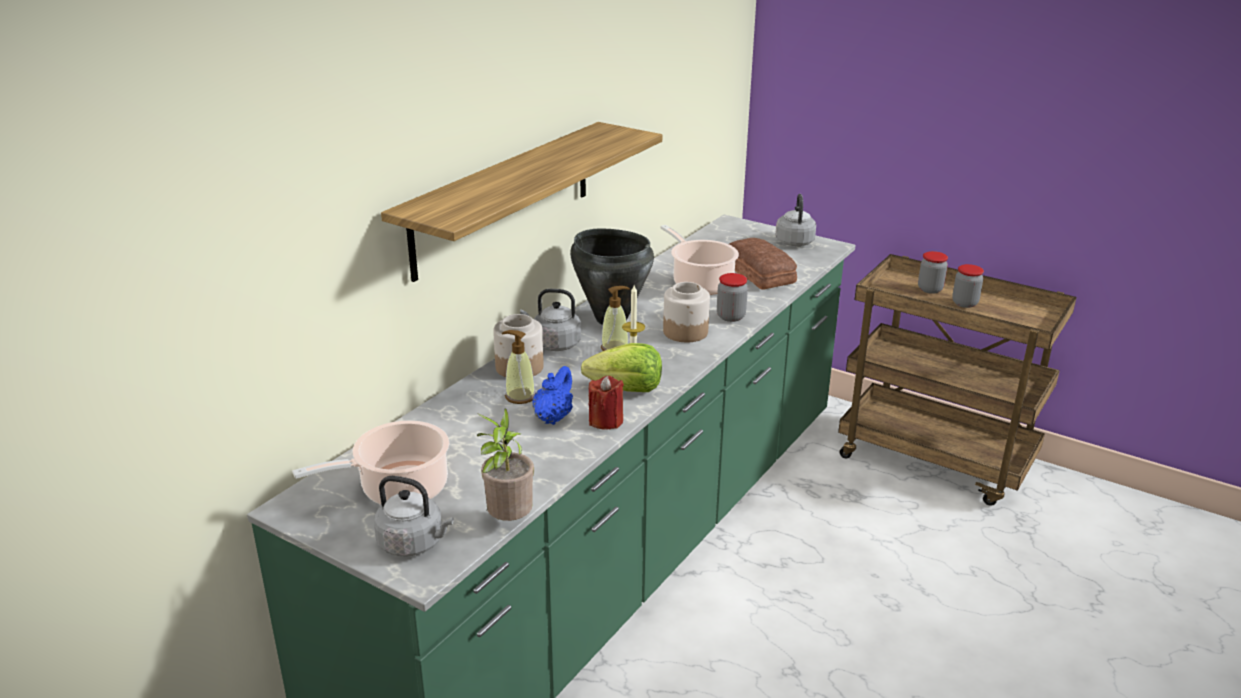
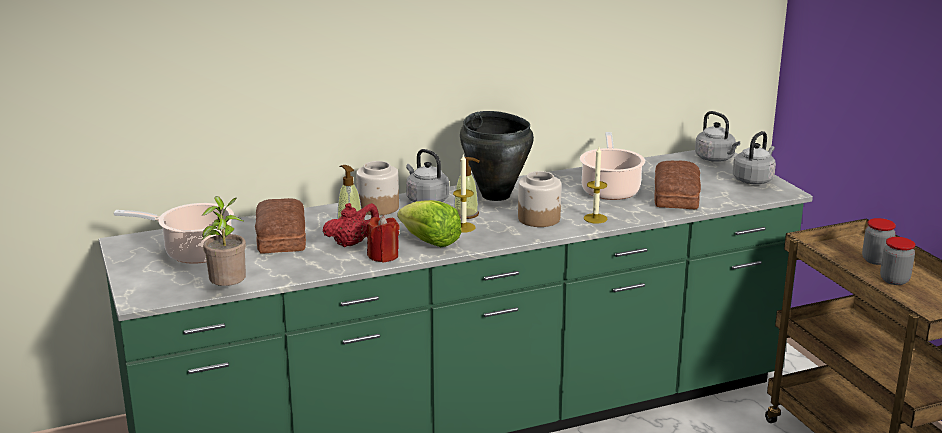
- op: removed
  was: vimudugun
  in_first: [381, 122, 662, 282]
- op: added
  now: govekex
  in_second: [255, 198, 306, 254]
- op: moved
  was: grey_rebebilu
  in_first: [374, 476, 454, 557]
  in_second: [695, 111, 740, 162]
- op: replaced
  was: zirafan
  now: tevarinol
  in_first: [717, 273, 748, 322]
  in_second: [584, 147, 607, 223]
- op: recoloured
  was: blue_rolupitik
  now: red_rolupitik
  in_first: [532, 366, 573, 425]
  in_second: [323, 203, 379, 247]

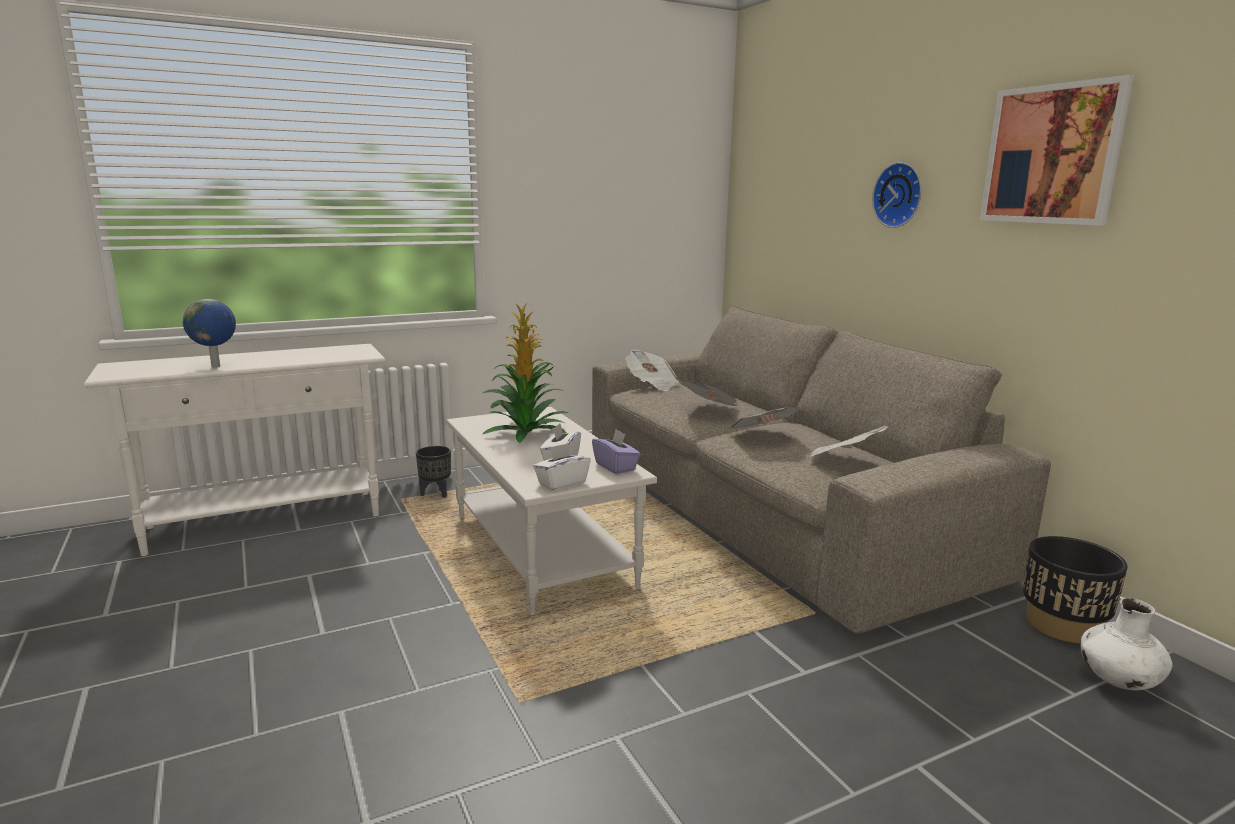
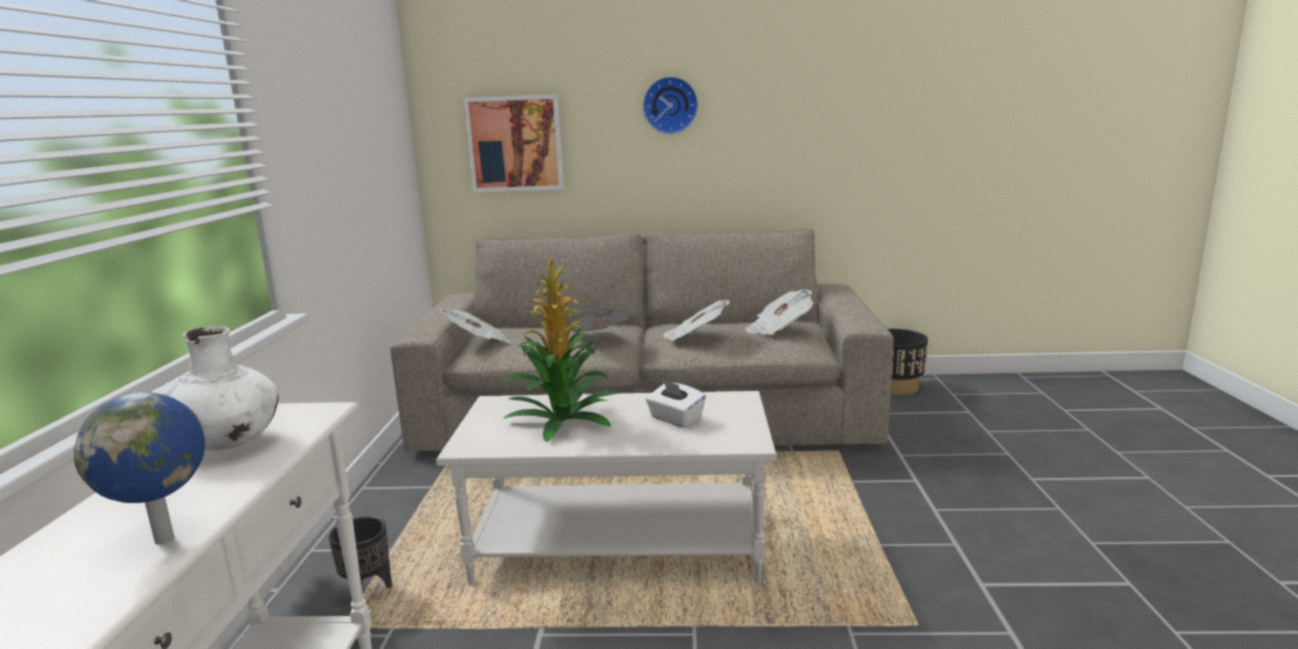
- op: removed
  was: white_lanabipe
  in_first: [533, 443, 591, 491]
- op: removed
  was: purple_lanabipe
  in_first: [592, 429, 640, 474]
- op: moved
  was: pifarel
  in_first: [980, 75, 1134, 225]
  in_second: [464, 94, 564, 192]
- op: moved
  was: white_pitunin
  in_first: [1080, 598, 1172, 690]
  in_second: [165, 326, 279, 450]

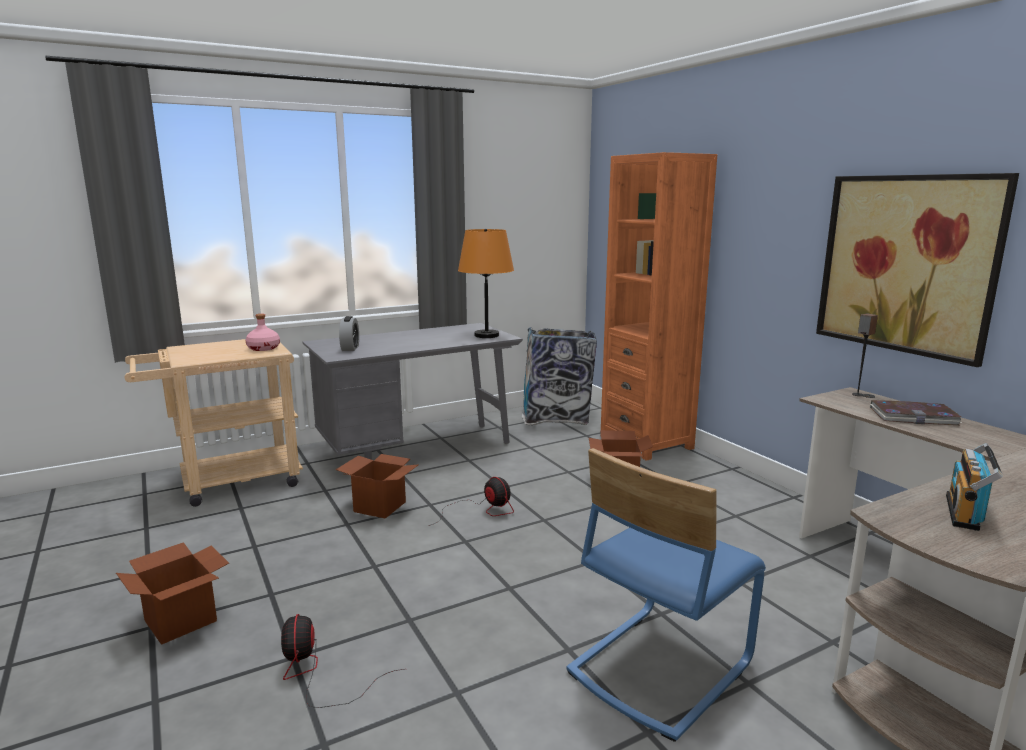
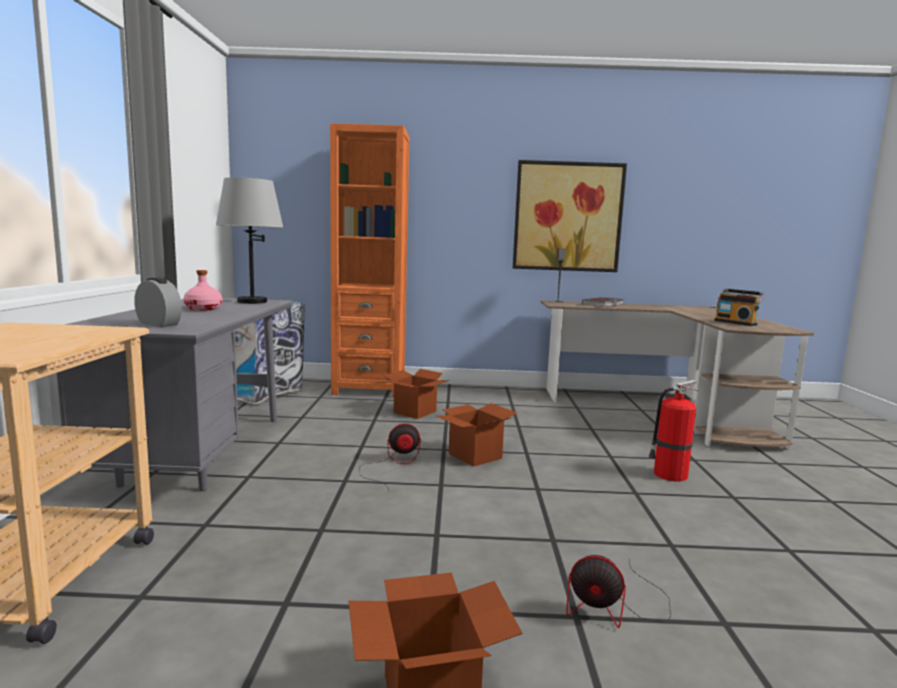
- op: moved
  was: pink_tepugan
  in_first: [245, 314, 280, 351]
  in_second: [183, 270, 222, 311]
- op: moved
  was: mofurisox
  in_first: [336, 454, 419, 519]
  in_second: [437, 403, 517, 467]
- op: replaced
  was: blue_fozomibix
  now: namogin
  in_first: [566, 448, 766, 742]
  in_second: [648, 380, 699, 481]
- op: recoloured
  was: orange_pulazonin
  now: grey_pulazonin
  in_first: [458, 229, 514, 338]
  in_second: [216, 177, 284, 304]

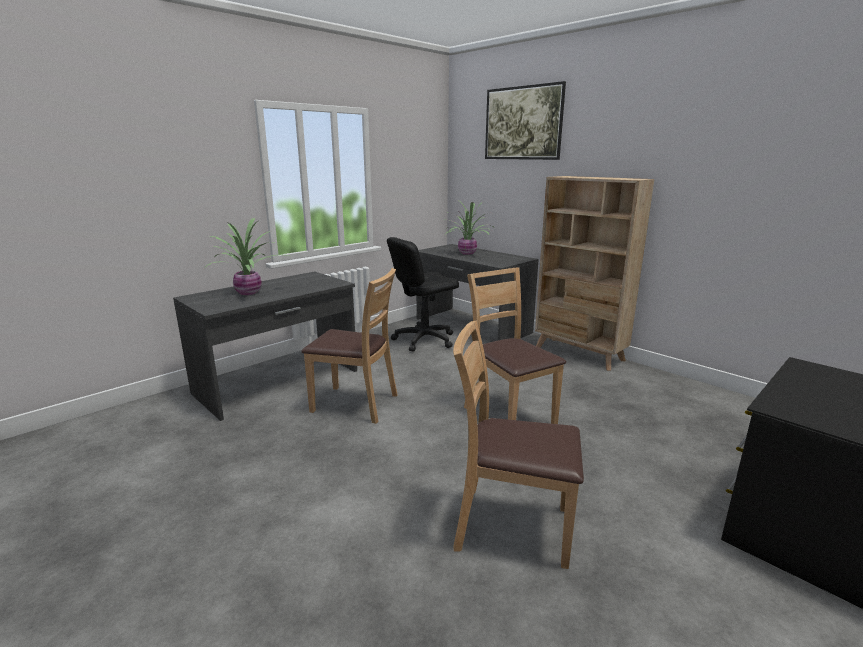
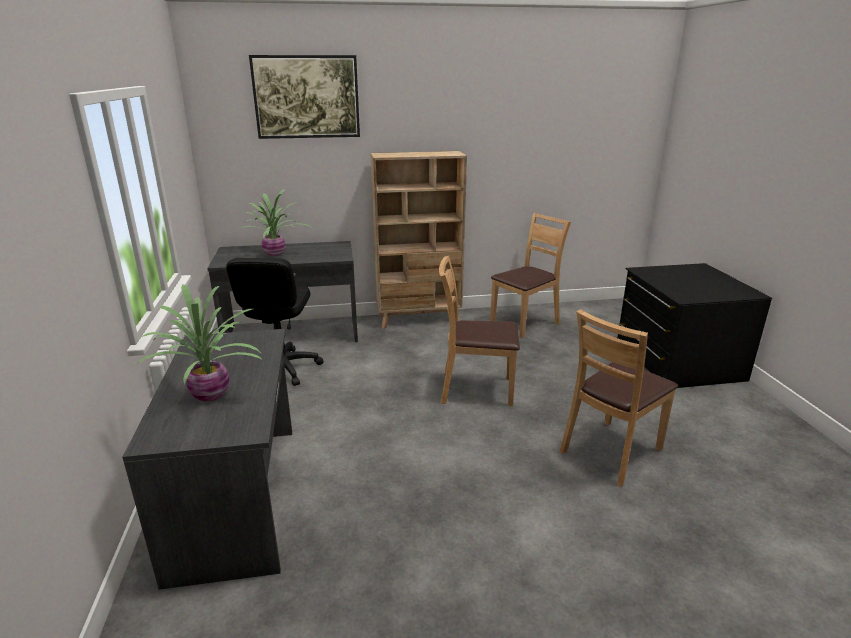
- op: moved
  was: brown_fozomibix
  in_first: [301, 268, 398, 424]
  in_second: [490, 213, 571, 338]

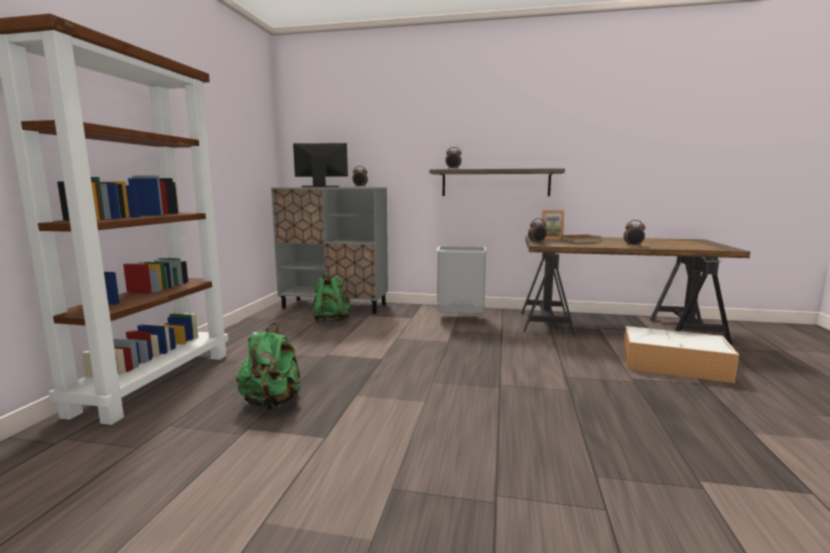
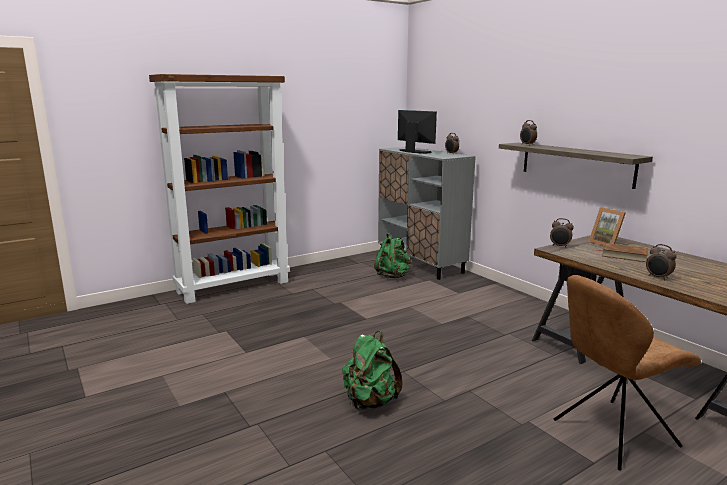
- op: removed
  was: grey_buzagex
  in_first: [436, 246, 488, 314]
- op: moved
  was: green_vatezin
  in_first: [236, 323, 301, 410]
  in_second: [342, 331, 402, 410]
- op: replaced
  was: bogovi
  now: brown_fozomibix
  in_first: [623, 326, 739, 383]
  in_second: [554, 275, 701, 470]

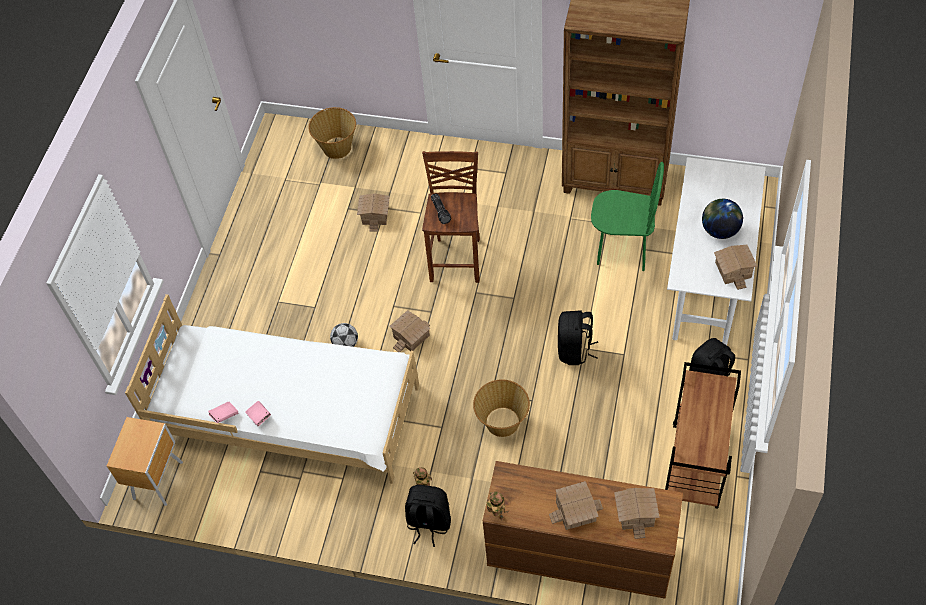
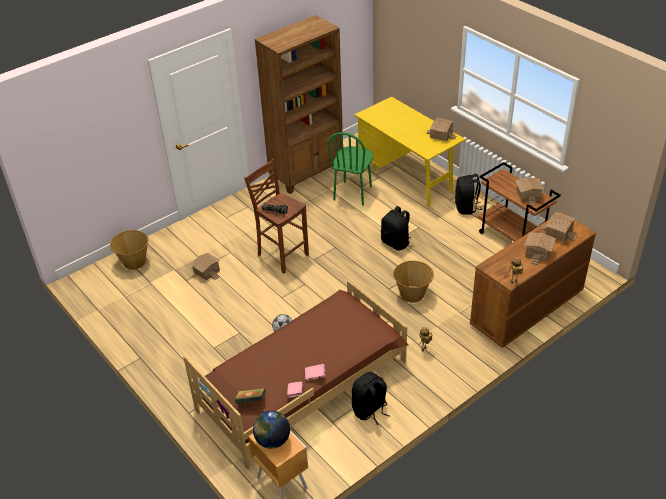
- op: added
  now: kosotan
  in_second: [235, 388, 266, 404]
- op: moved
  was: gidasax
  in_first: [389, 310, 430, 352]
  in_second: [515, 177, 545, 206]
- op: moved
  was: black_vatezin
  in_first: [405, 485, 451, 547]
  in_second: [352, 372, 390, 425]
- op: moved
  was: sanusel
  in_first: [702, 199, 743, 239]
  in_second: [253, 411, 290, 449]
- op: recoloured
  was: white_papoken
  now: brown_papoken
  in_first: [125, 294, 419, 484]
  in_second: [183, 280, 409, 470]
- op: recoloured
  was: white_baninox
  now: yellow_baninox
  in_first: [667, 157, 766, 345]
  in_second: [354, 97, 466, 206]
- op: turned
  was: green_fozomibix
  in_first: [591, 162, 664, 271]
  in_second: [328, 132, 373, 206]
  clockwise: 150

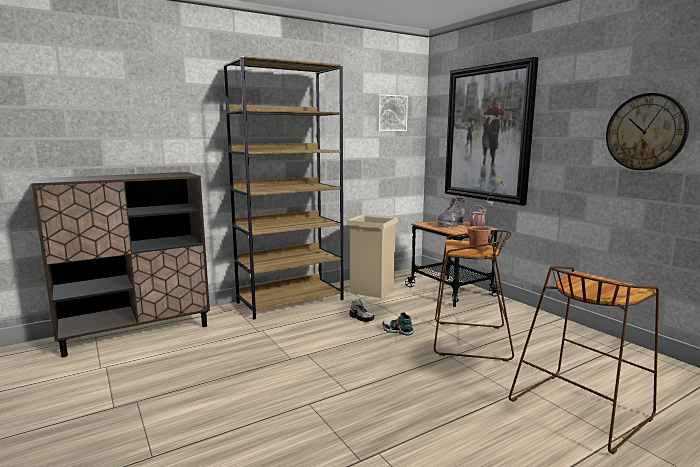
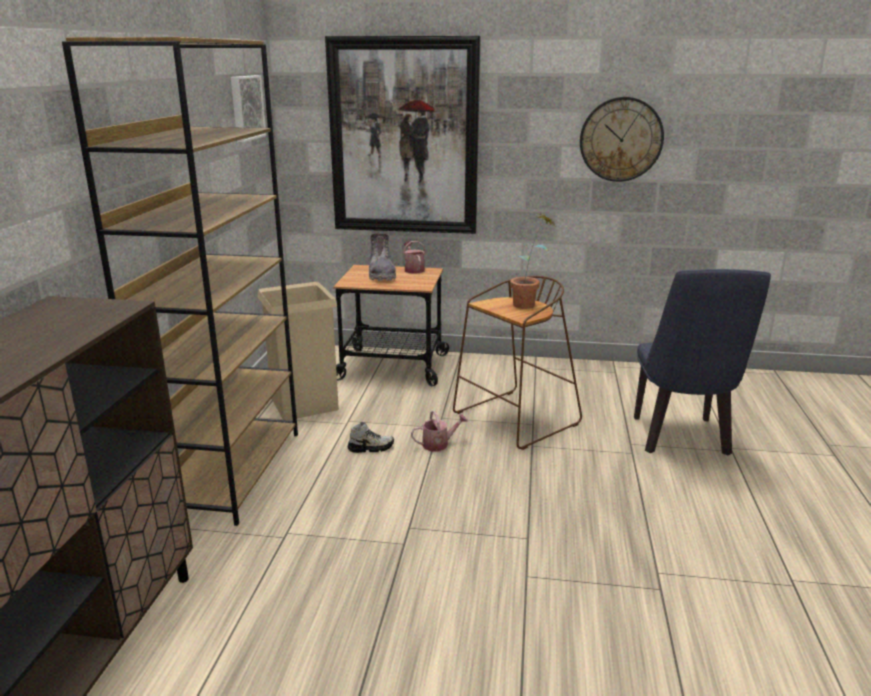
- op: replaced
  was: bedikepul
  now: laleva
  in_first: [382, 312, 413, 336]
  in_second: [411, 410, 468, 451]
- op: replaced
  was: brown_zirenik
  now: blue_fozomibix
  in_first: [509, 266, 659, 454]
  in_second: [634, 269, 771, 456]

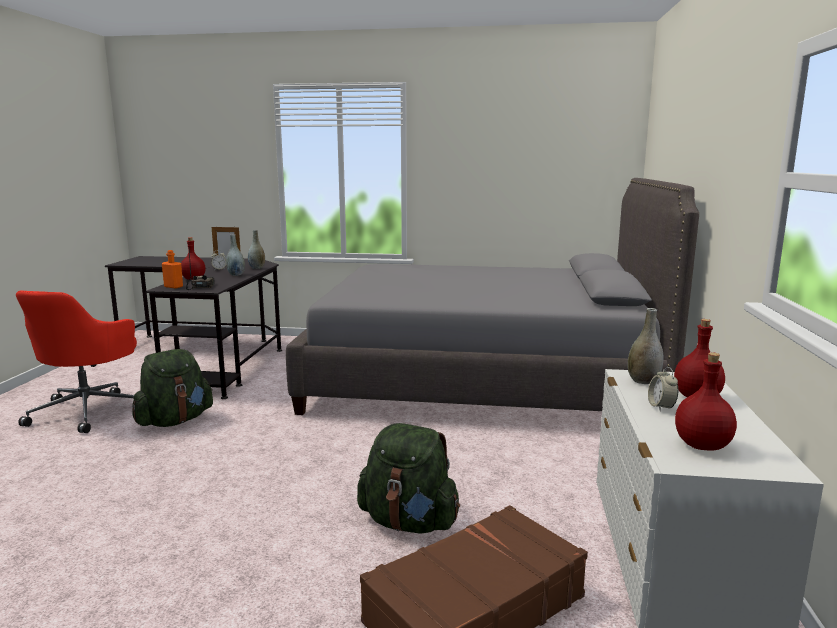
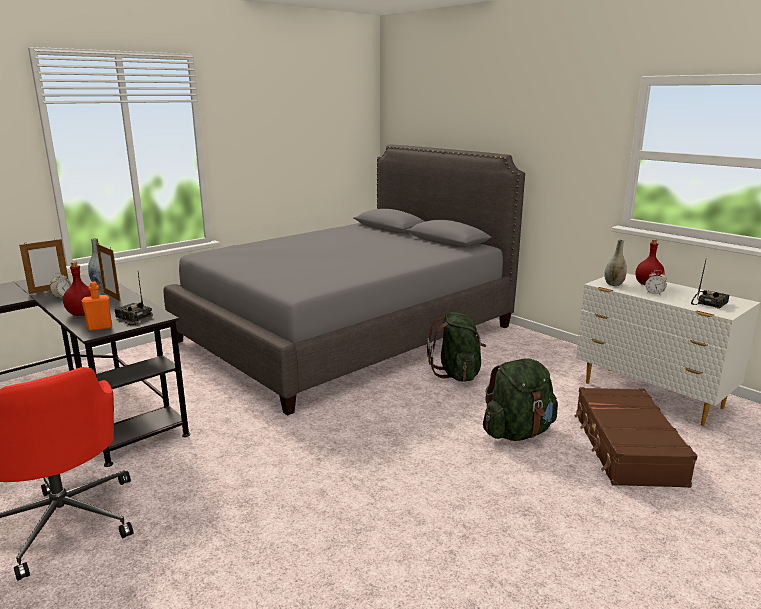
- op: moved
  was: green_vatezin
  in_first: [132, 349, 213, 427]
  in_second: [427, 312, 486, 382]
- op: replaced
  was: grey_pitunin
  now: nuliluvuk
  in_first: [226, 234, 245, 276]
  in_second: [96, 243, 121, 301]
- op: replaced
  was: red_tepugan
  now: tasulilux
  in_first: [675, 352, 737, 450]
  in_second: [691, 260, 730, 309]

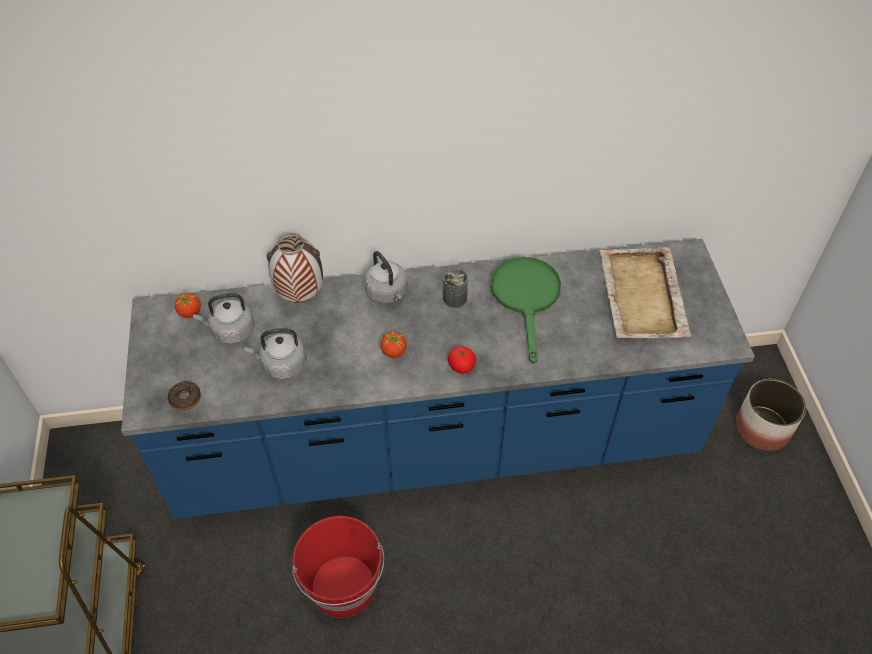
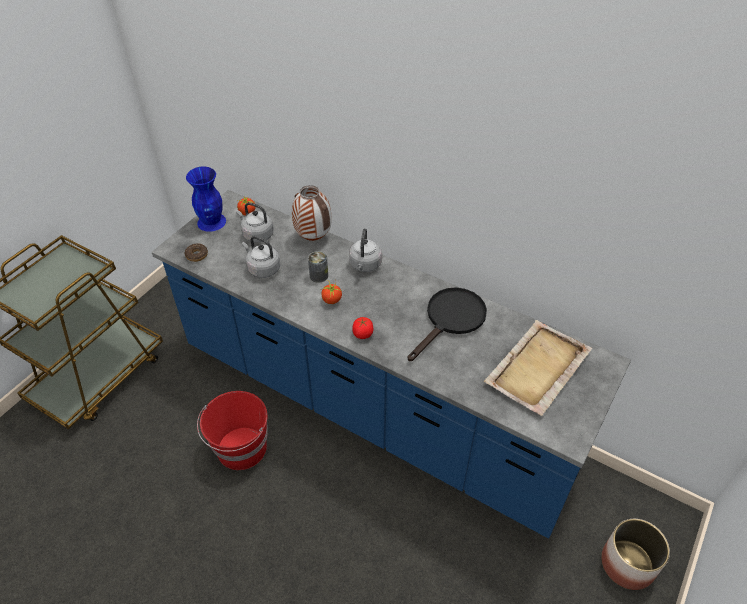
- op: added
  now: blue_pitunin
  in_second: [186, 167, 226, 232]
- op: moved
  was: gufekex
  in_first: [443, 269, 468, 308]
  in_second: [308, 251, 328, 283]
- op: recoloured
  was: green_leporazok
  now: black_leporazok
  in_first: [491, 257, 561, 364]
  in_second: [408, 287, 487, 361]

